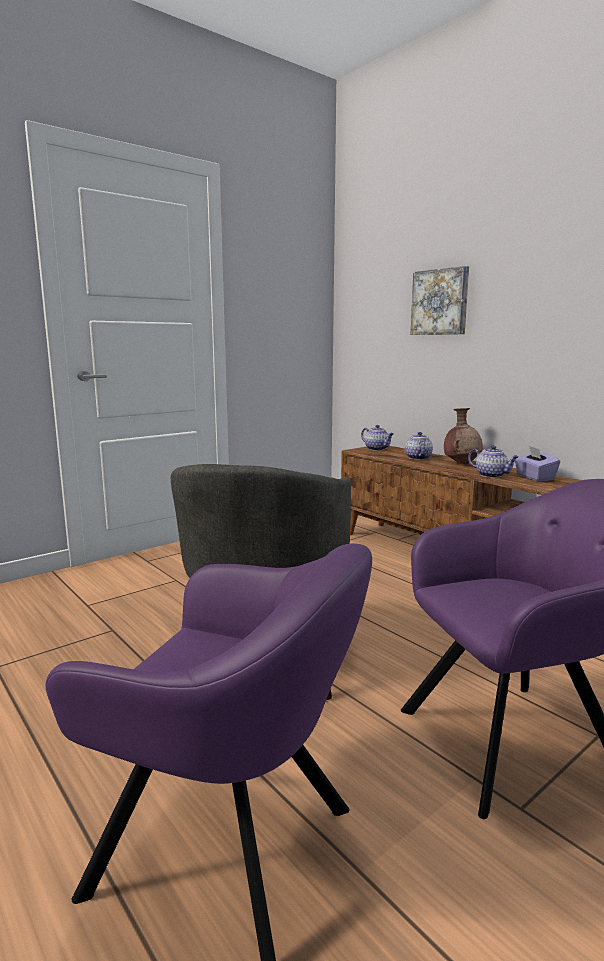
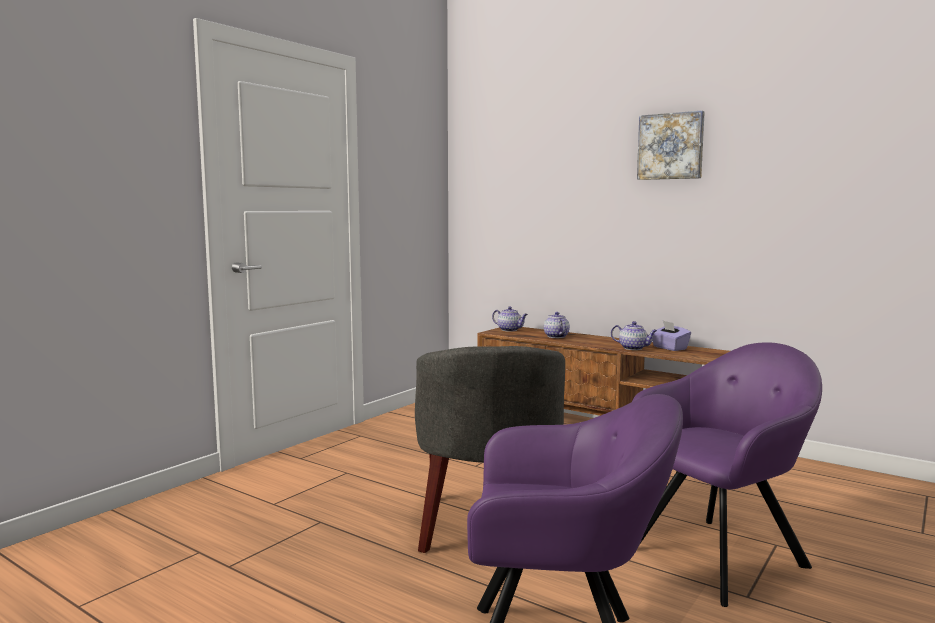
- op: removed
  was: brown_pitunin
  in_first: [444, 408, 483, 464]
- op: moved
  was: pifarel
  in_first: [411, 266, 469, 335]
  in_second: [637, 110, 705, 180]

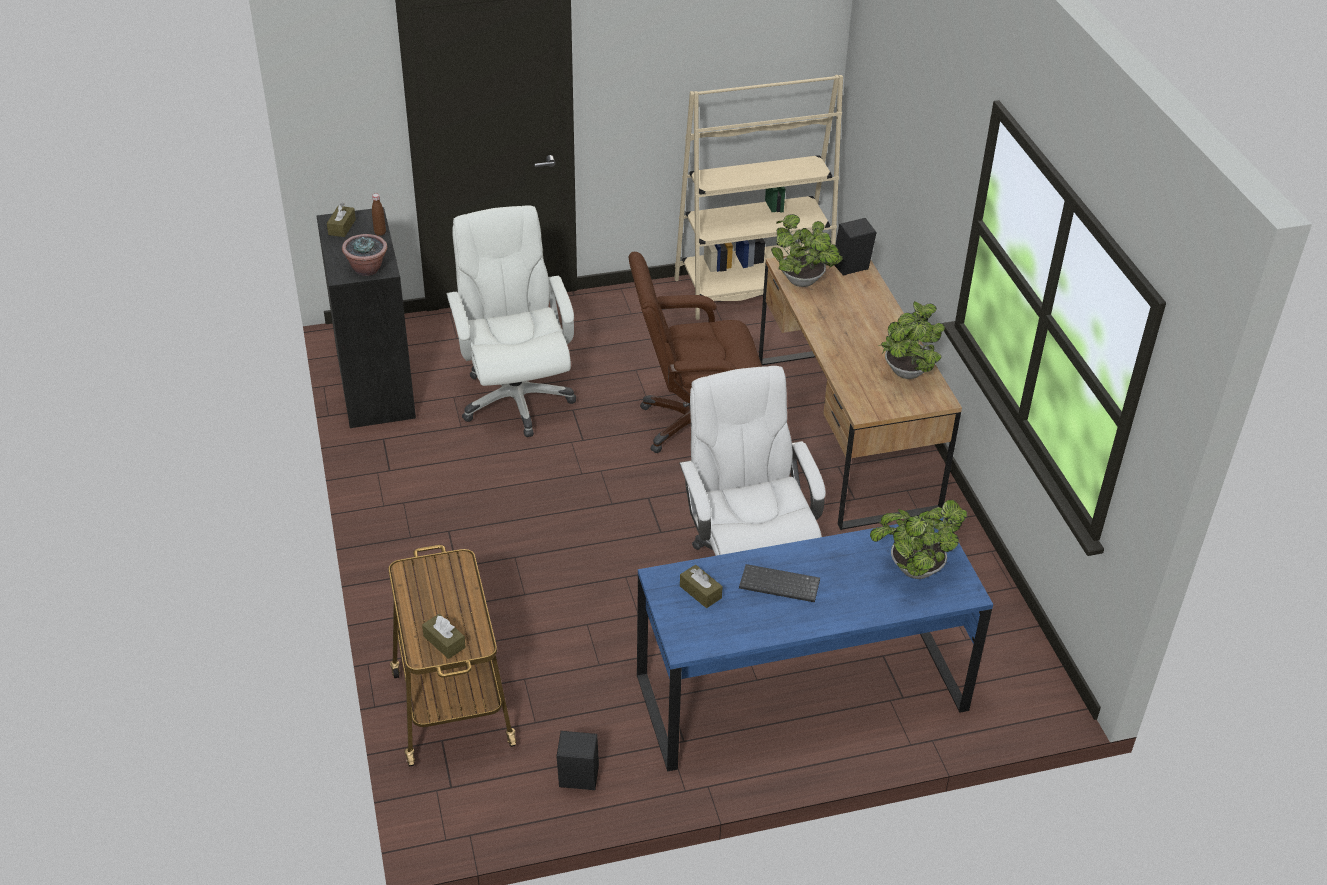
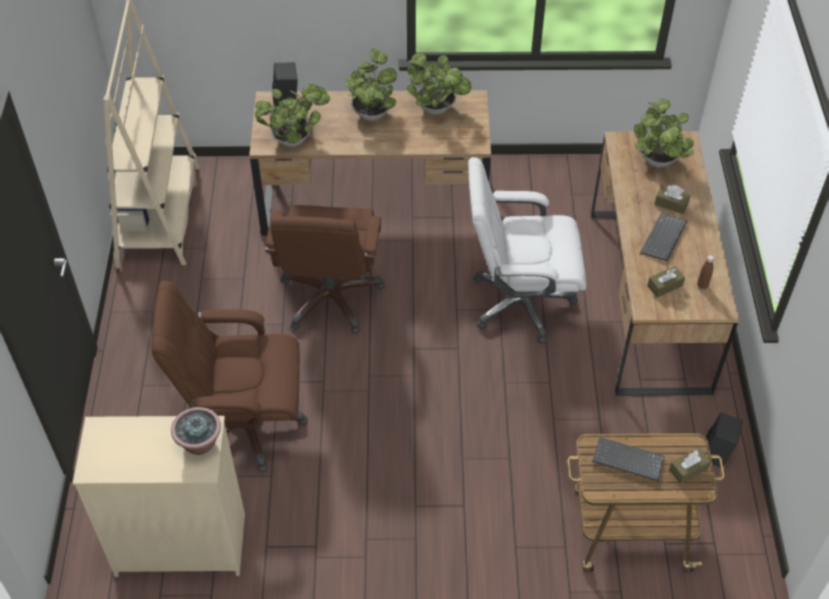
- op: added
  now: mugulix
  in_second: [345, 48, 397, 121]
- op: added
  now: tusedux
  in_second: [592, 437, 665, 482]
- op: moved
  was: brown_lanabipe
  in_first: [327, 203, 356, 237]
  in_second: [655, 185, 690, 214]
- op: moved
  was: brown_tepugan
  in_first: [372, 194, 386, 236]
  in_second: [697, 255, 714, 289]
- op: recoloured
  was: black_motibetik
  now: beige_motibetik
  in_first: [317, 207, 416, 428]
  in_second: [73, 416, 245, 577]
- op: recoloured
  was: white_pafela
  now: brown_pafela
  in_first: [446, 205, 576, 437]
  in_second: [151, 280, 307, 472]
- op: recoloured
  was: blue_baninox
  now: brown_baninox
  in_first: [637, 517, 993, 772]
  in_second: [591, 131, 739, 396]

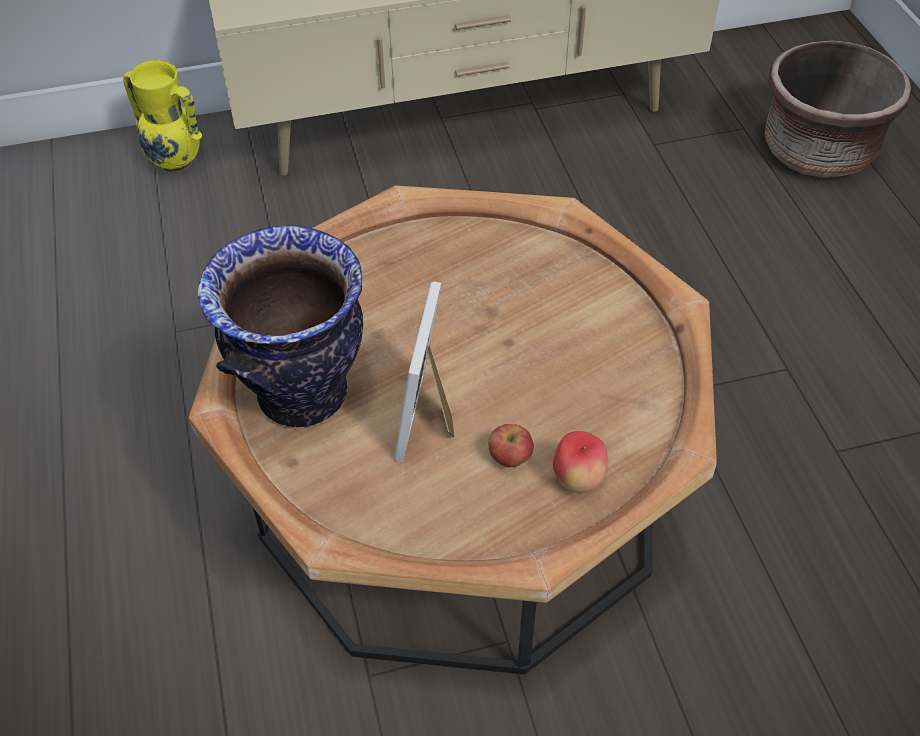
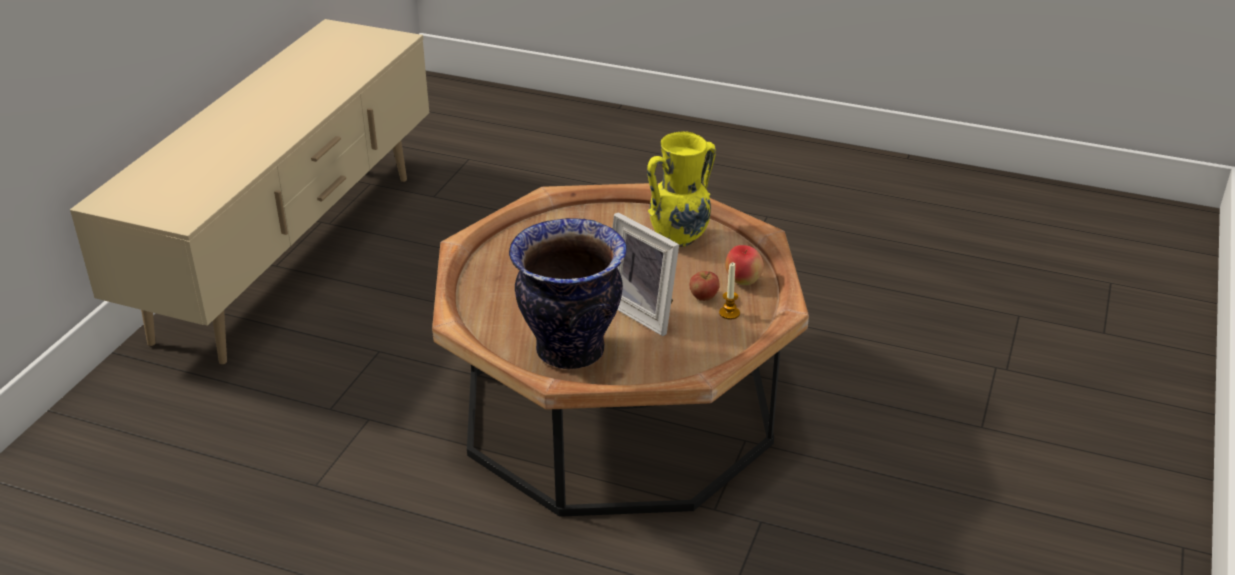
- op: removed
  was: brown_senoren
  in_first: [765, 40, 911, 178]
- op: added
  now: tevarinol
  in_second: [719, 262, 740, 319]
- op: moved
  was: yellow_pitunin
  in_first: [123, 60, 202, 172]
  in_second: [647, 131, 716, 247]

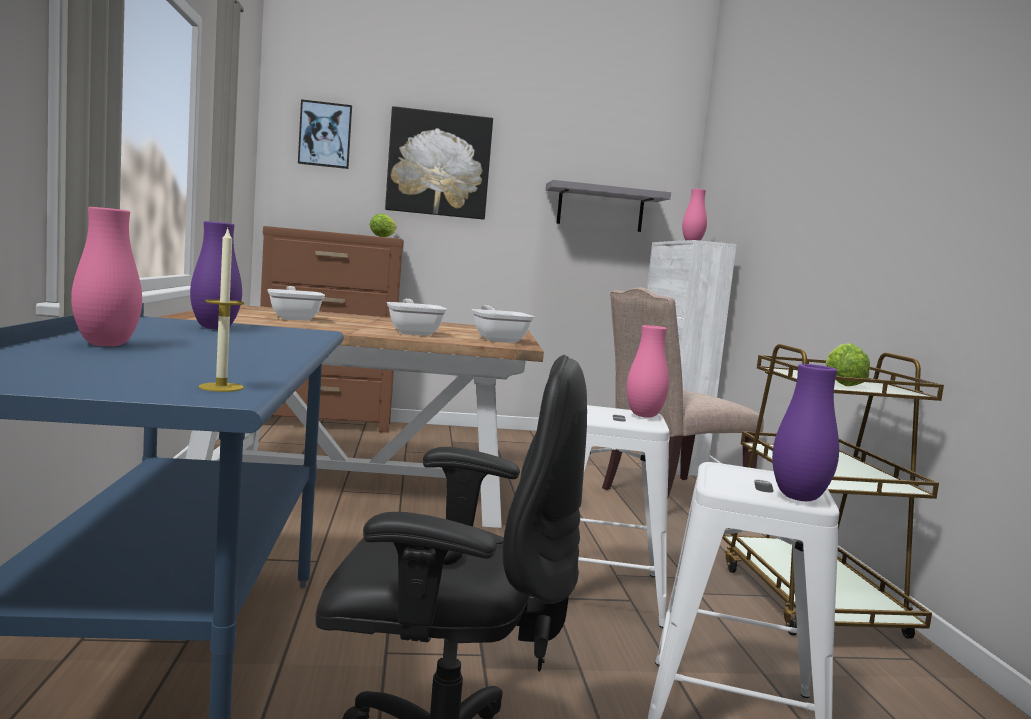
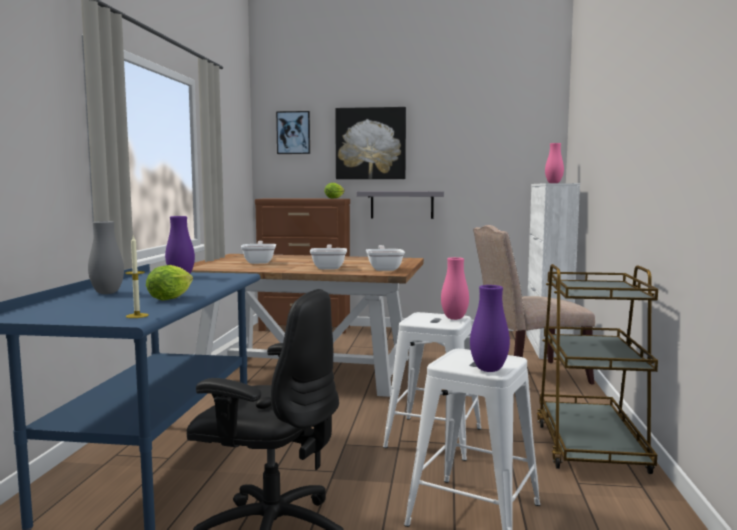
- op: moved
  was: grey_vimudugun
  in_first: [546, 179, 671, 232]
  in_second: [357, 191, 444, 219]
- op: moved
  was: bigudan
  in_first: [825, 343, 870, 386]
  in_second: [146, 265, 193, 301]
- op: recoloured
  was: pink_pitunin
  now: grey_pitunin
  in_first: [71, 207, 142, 346]
  in_second: [88, 221, 124, 294]

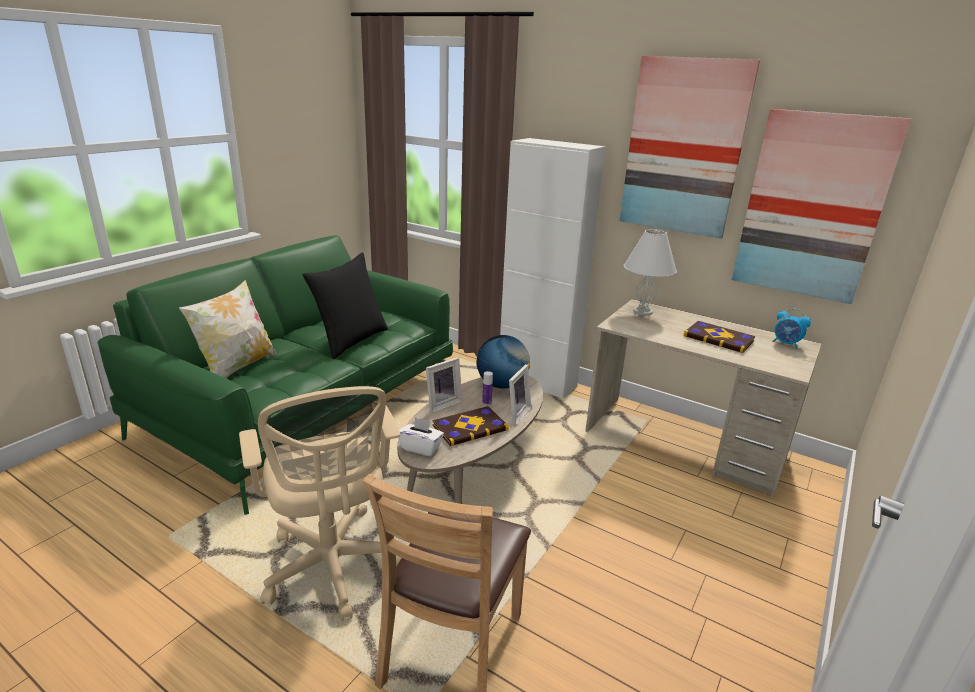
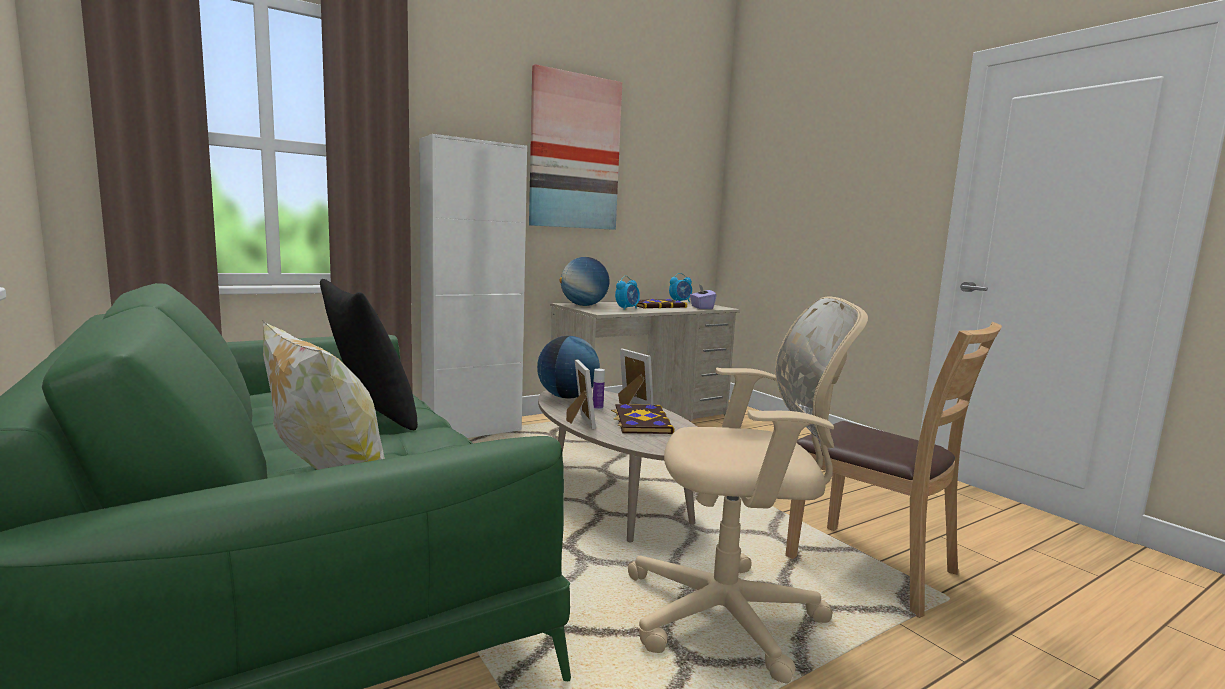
- op: removed
  was: white_lanabipe
  in_first: [398, 417, 444, 456]
- op: removed
  was: pifarel
  in_first: [732, 109, 911, 304]
- op: added
  now: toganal
  in_second: [615, 276, 640, 310]
- op: added
  now: purple_lanabipe
  in_second: [690, 285, 717, 309]
- op: replaced
  was: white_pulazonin
  now: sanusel
  in_first: [624, 229, 677, 316]
  in_second: [560, 257, 609, 306]

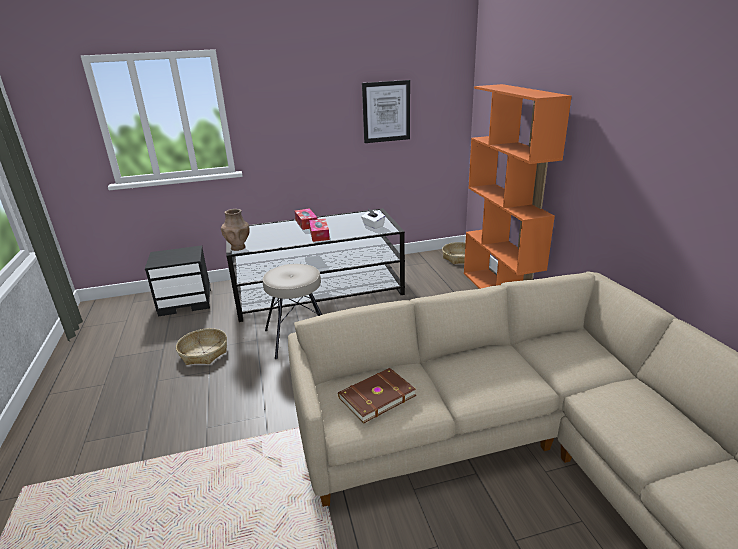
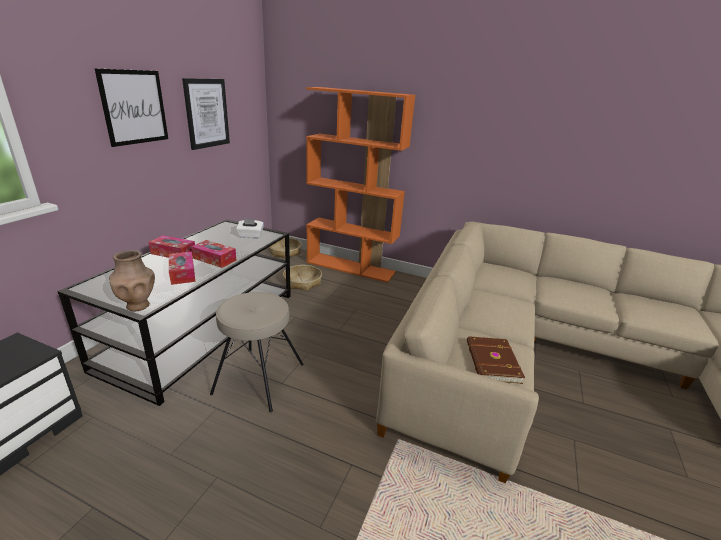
- op: added
  now: pifarel
  in_second: [94, 68, 168, 147]
- op: added
  now: lanabipe
  in_second: [169, 251, 196, 285]
- op: moved
  was: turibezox
  in_first: [176, 328, 227, 365]
  in_second: [283, 265, 322, 291]

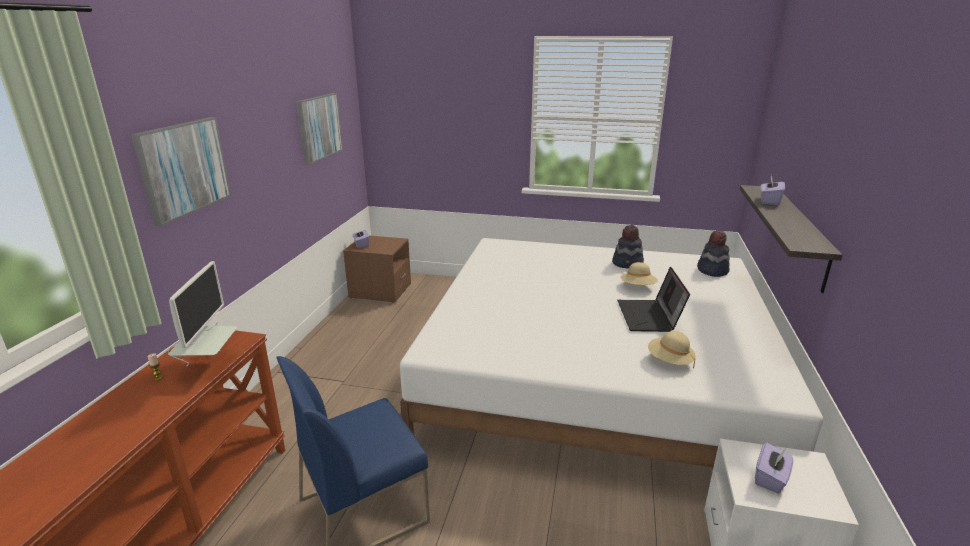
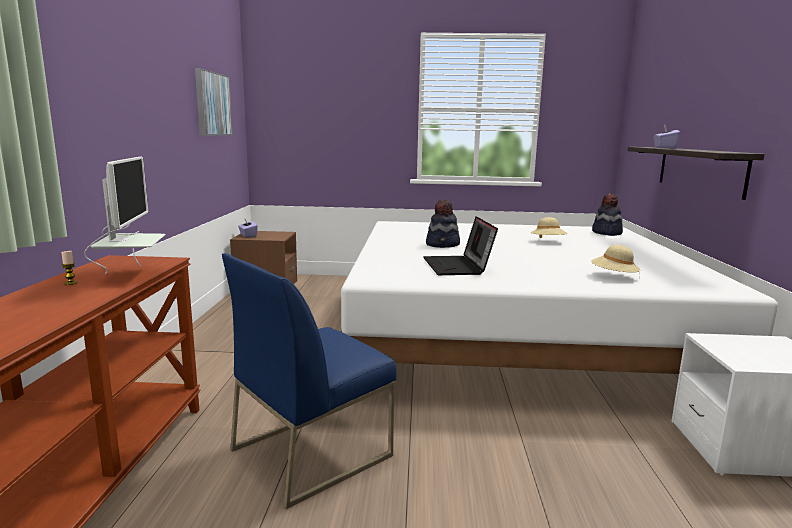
- op: removed
  was: pifarel
  in_first: [131, 117, 231, 226]
- op: removed
  was: purple_lanabipe
  in_first: [755, 442, 793, 493]
- op: moved
  was: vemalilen
  in_first: [612, 225, 644, 268]
  in_second: [426, 199, 460, 248]
- op: moved
  was: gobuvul
  in_first: [617, 267, 690, 332]
  in_second: [423, 216, 498, 275]

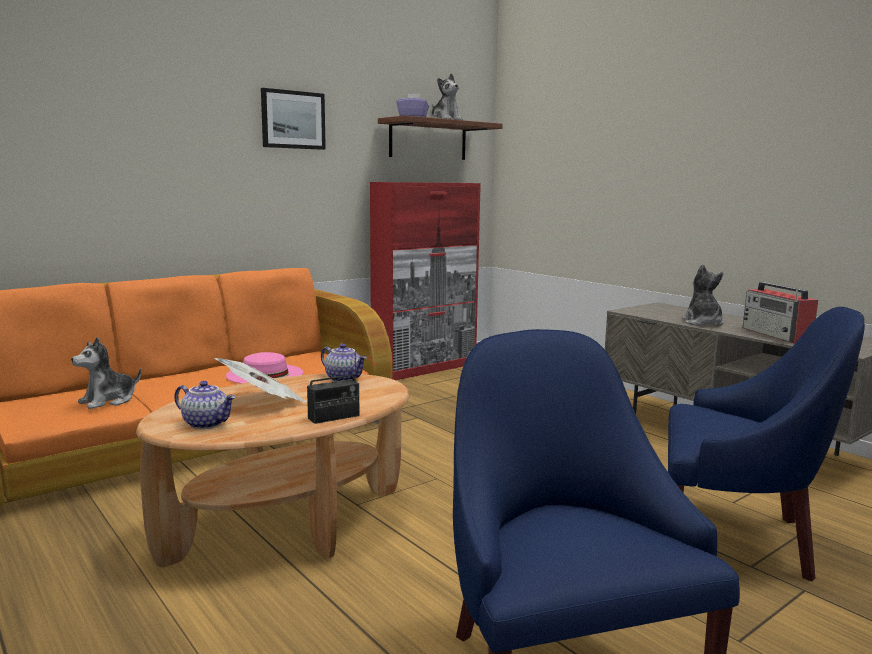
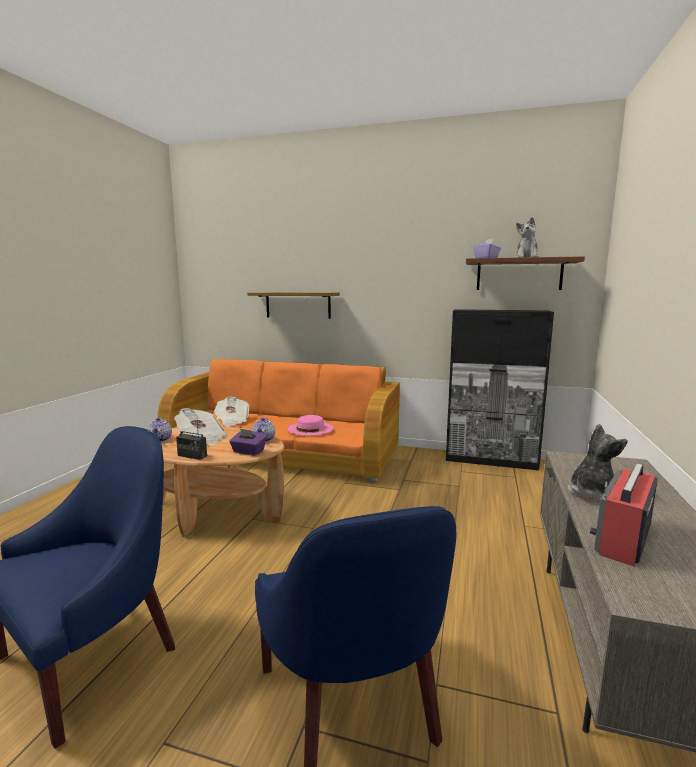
- op: removed
  was: pifarel
  in_first: [261, 88, 326, 150]
- op: added
  now: purple_lanabipe
  in_second: [230, 429, 266, 456]
- op: added
  now: vimudugun
  in_second: [247, 292, 340, 319]
- op: replaced
  was: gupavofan
  now: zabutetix
  in_first: [71, 337, 141, 409]
  in_second: [214, 397, 250, 427]
- op: recoloured
  was: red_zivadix
  now: black_zivadix
  in_first: [370, 182, 481, 380]
  in_second: [446, 309, 554, 470]

